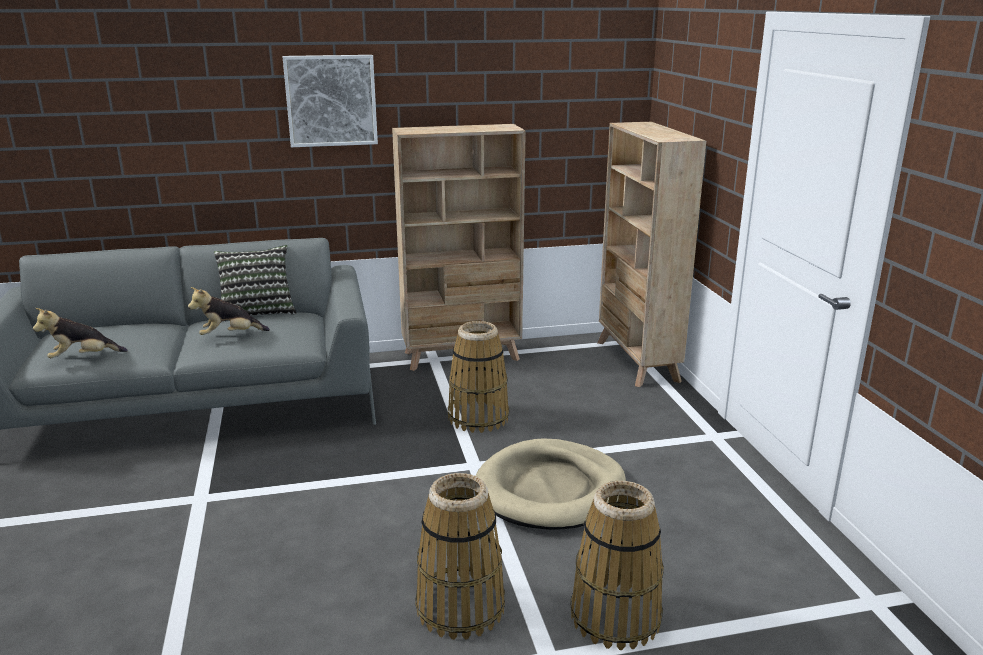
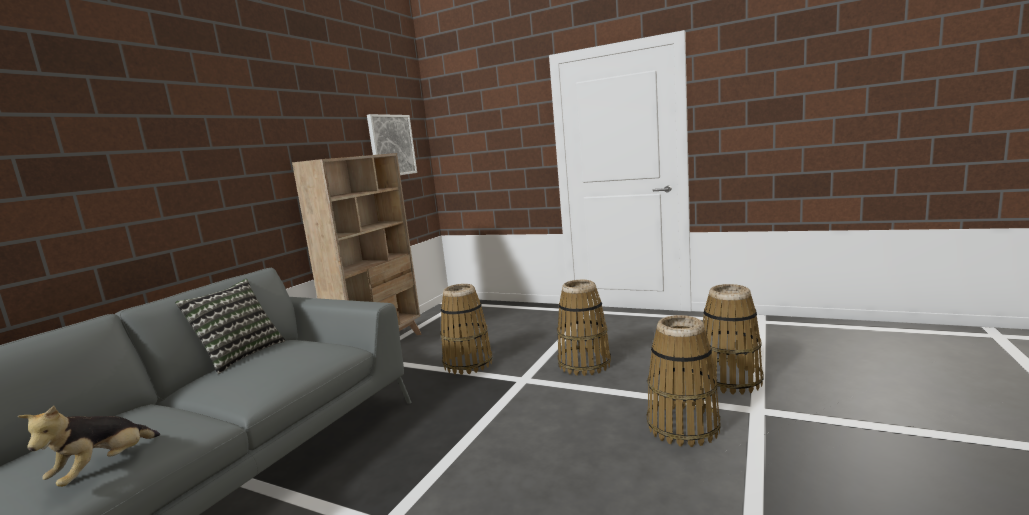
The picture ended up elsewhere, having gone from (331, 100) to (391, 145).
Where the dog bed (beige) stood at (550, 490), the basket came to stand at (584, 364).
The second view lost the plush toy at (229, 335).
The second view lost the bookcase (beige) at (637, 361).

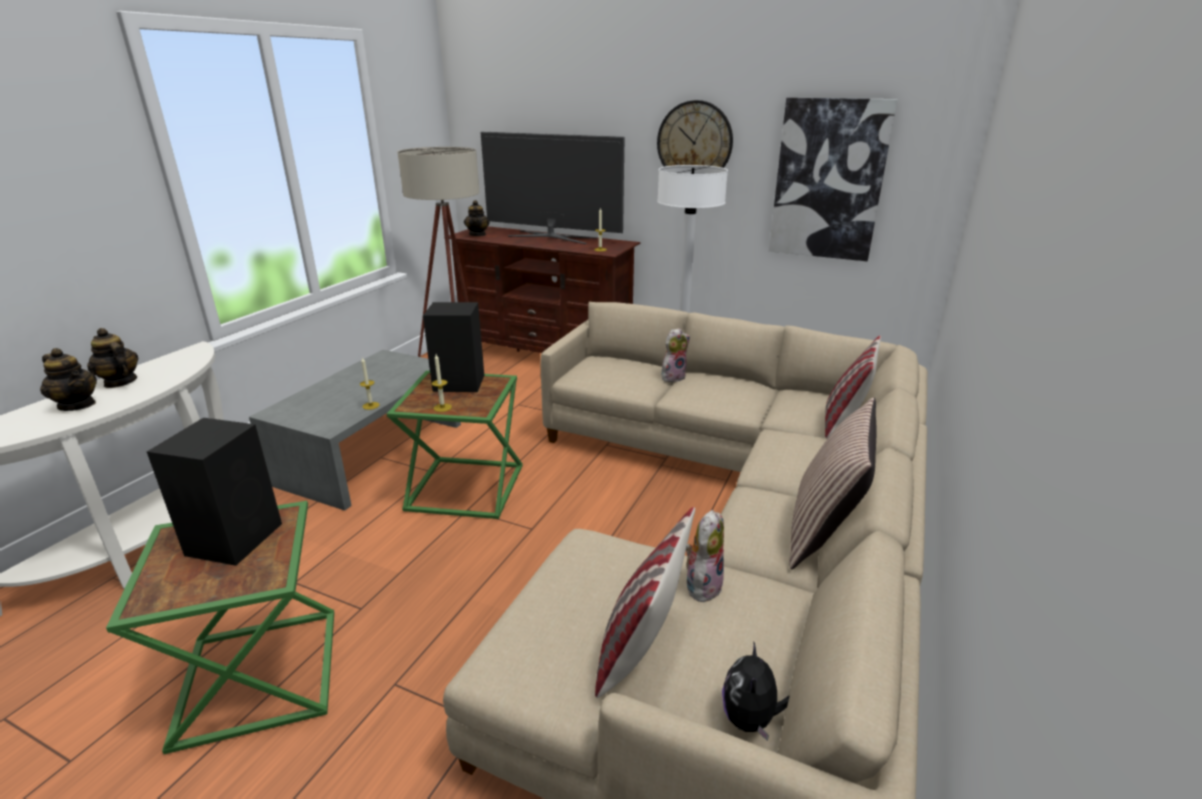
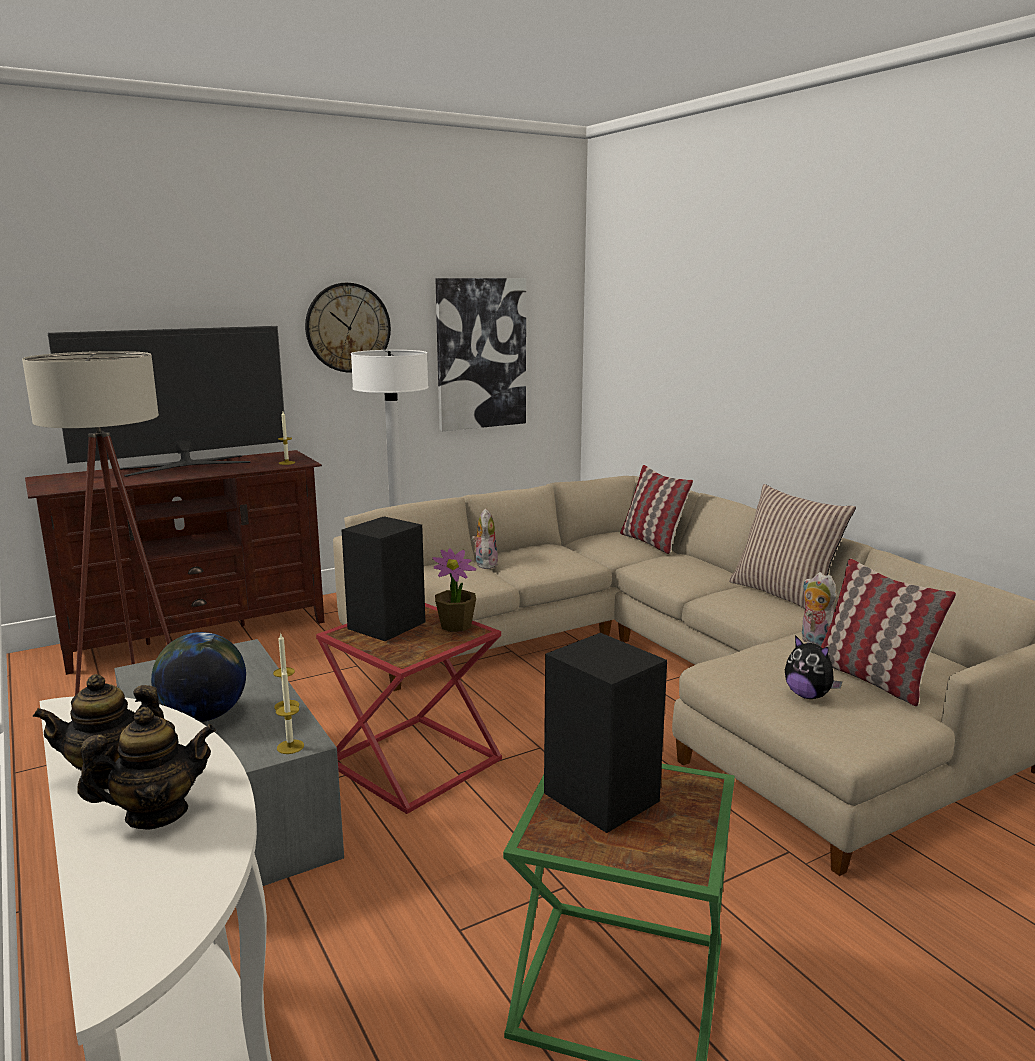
The second view gained the globe at (203, 716).
The candle ended up elsewhere, having gone from (442, 407) to (290, 747).
What was the side table (green) at (468, 487) turned into the side table (red) at (414, 761).
The second view gained the potted plant at (456, 625).
The plush toy ended up elsewhere, having gone from (750, 719) to (808, 695).
The second view lost the teapot at (478, 234).

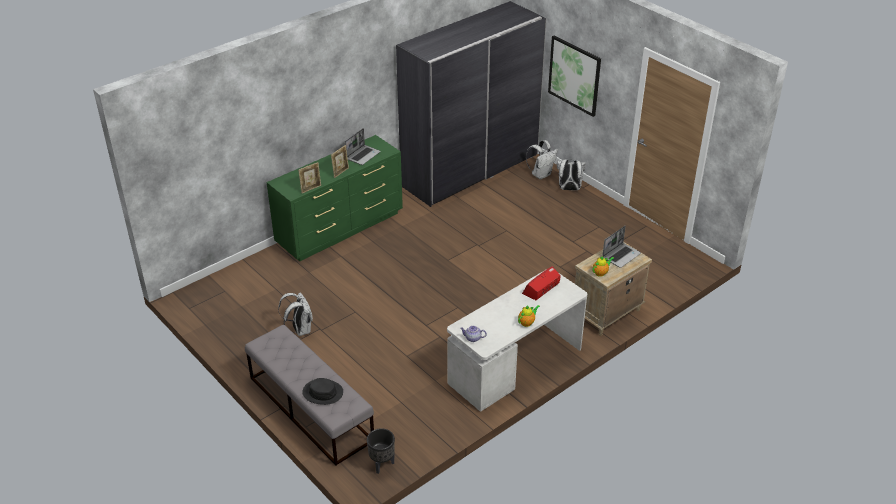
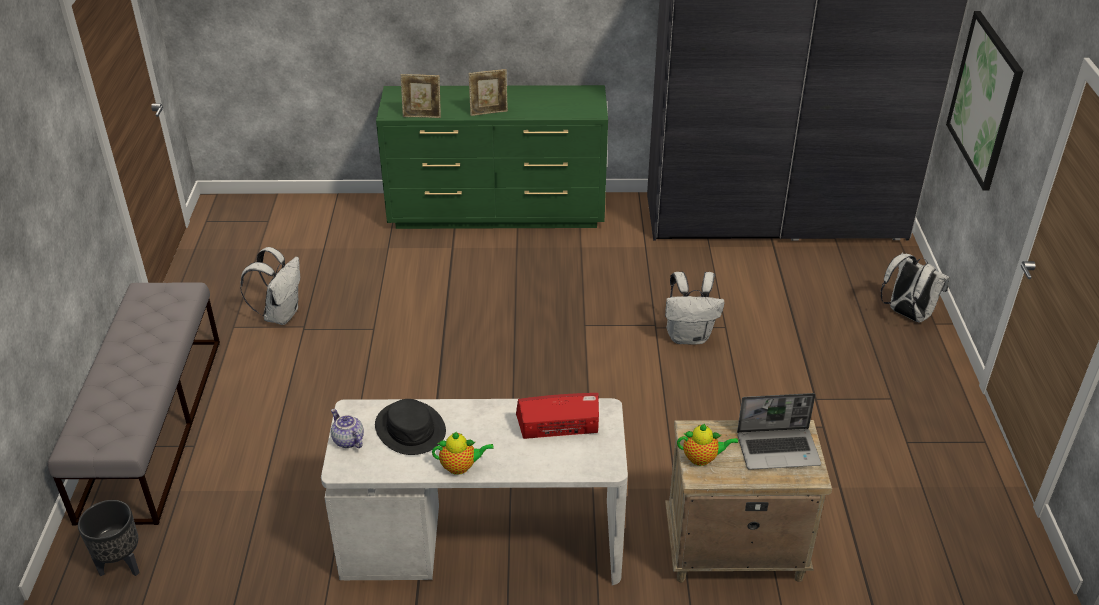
The hat (black) ended up elsewhere, having gone from (323, 392) to (410, 429).
The backpack (white) ended up elsewhere, having gone from (541, 174) to (689, 336).
The second view lost the laptop at (363, 155).

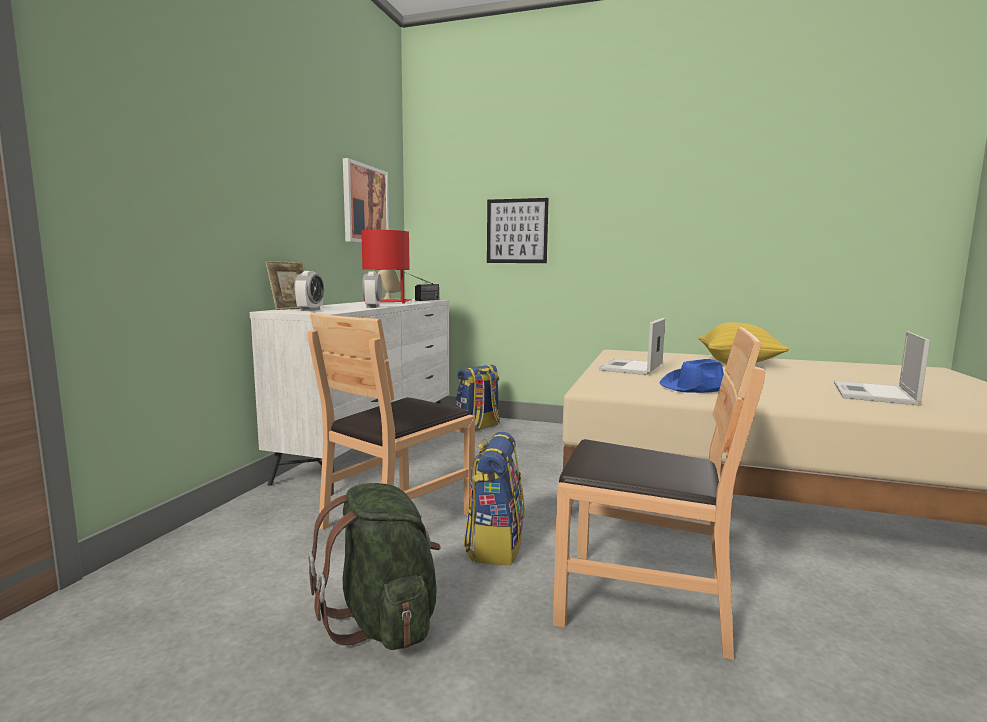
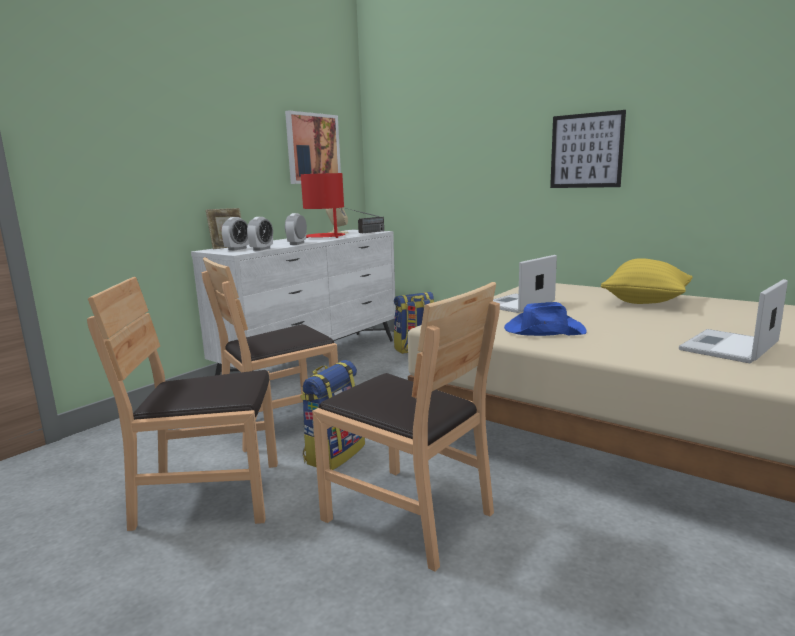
Where the backpack (green) stood at (384, 620), the chair (brown) came to stand at (210, 495).
The second view gained the alarm clock at (261, 249).
The picture ended up elsewhere, having gone from (517, 231) to (586, 151).

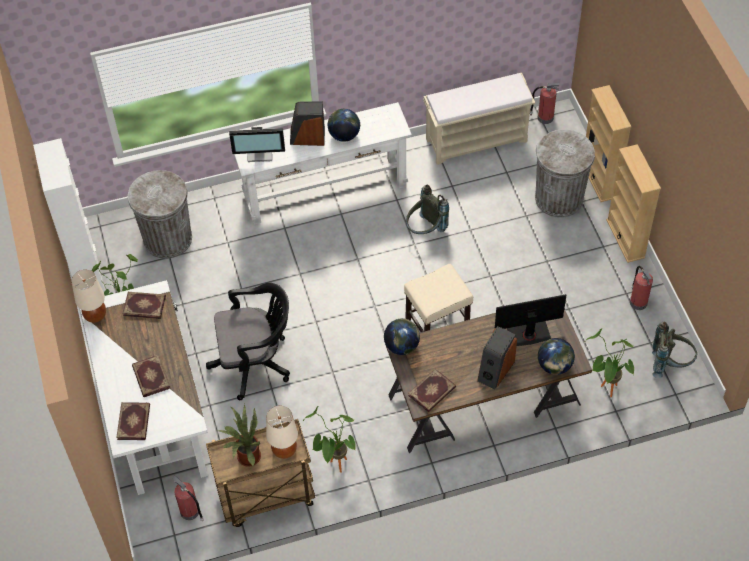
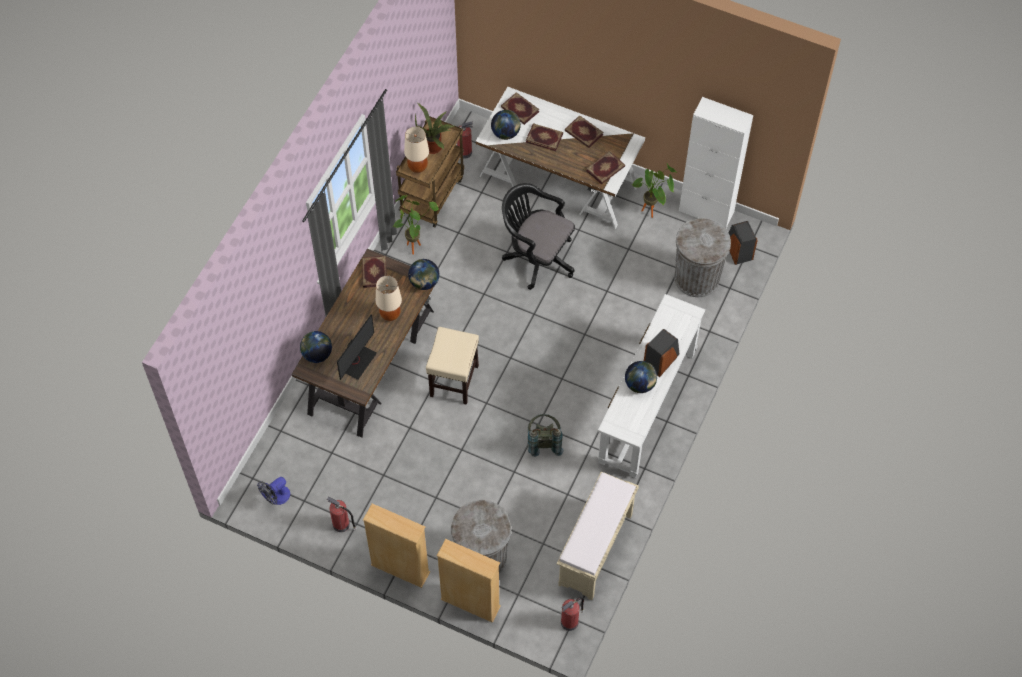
Where the backpack (grey) stood at (670, 363), the fan came to stand at (276, 497).
The table lamp (beige) ended up elsewhere, having gone from (95, 315) to (390, 314).
The second view gained the globe at (505, 133).
The office chair (black) at (255, 362) ended up facing another way, 90 degrees clockwise from before.
The second view gained the book at (583, 133).
The speaker ended up elsewhere, having gone from (495, 370) to (738, 250).
The second view lost the monitor at (260, 153).
The second view lost the potted plant at (605, 390).

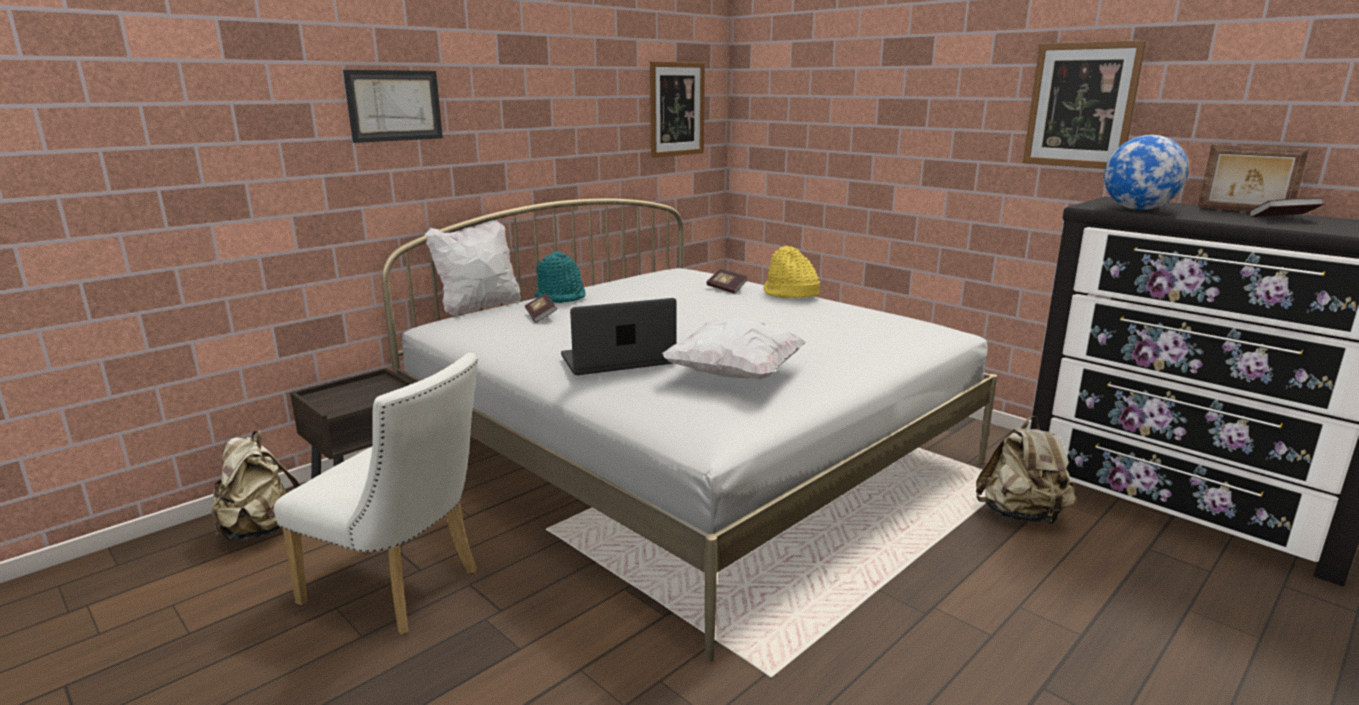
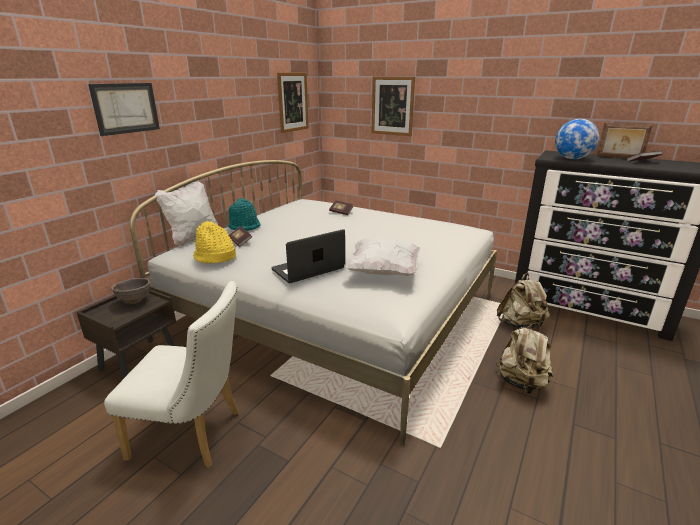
The second view gained the bowl (brown) at (135, 302).
The hat (yellow) ended up elsewhere, having gone from (790, 293) to (214, 257).
The picture ended up elsewhere, having gone from (1081, 105) to (392, 106).
The backpack (beige) ended up elsewhere, having gone from (261, 530) to (521, 383).

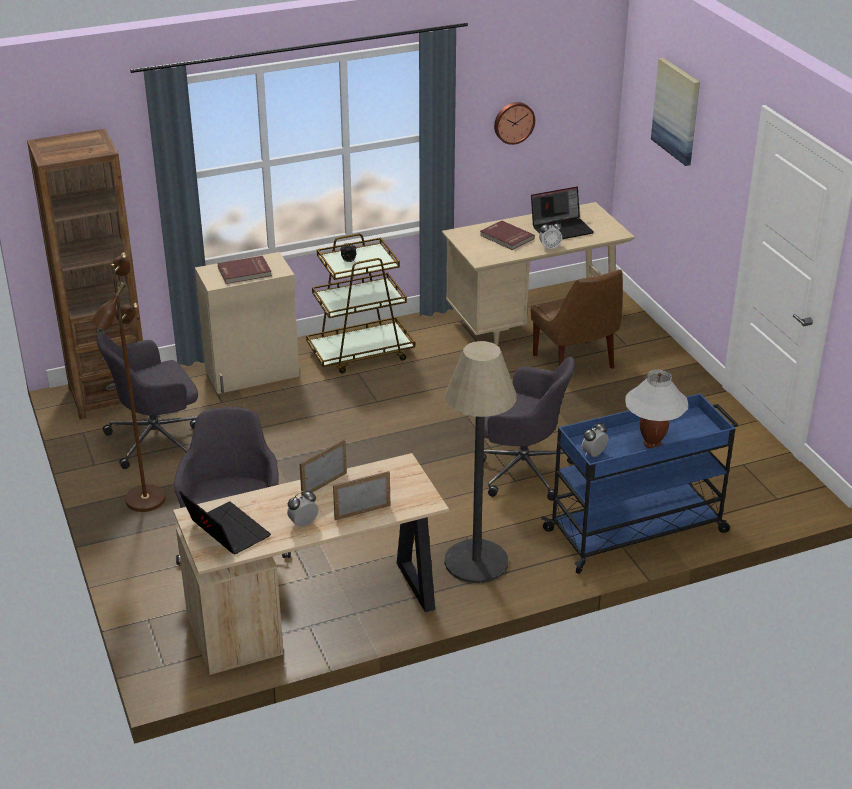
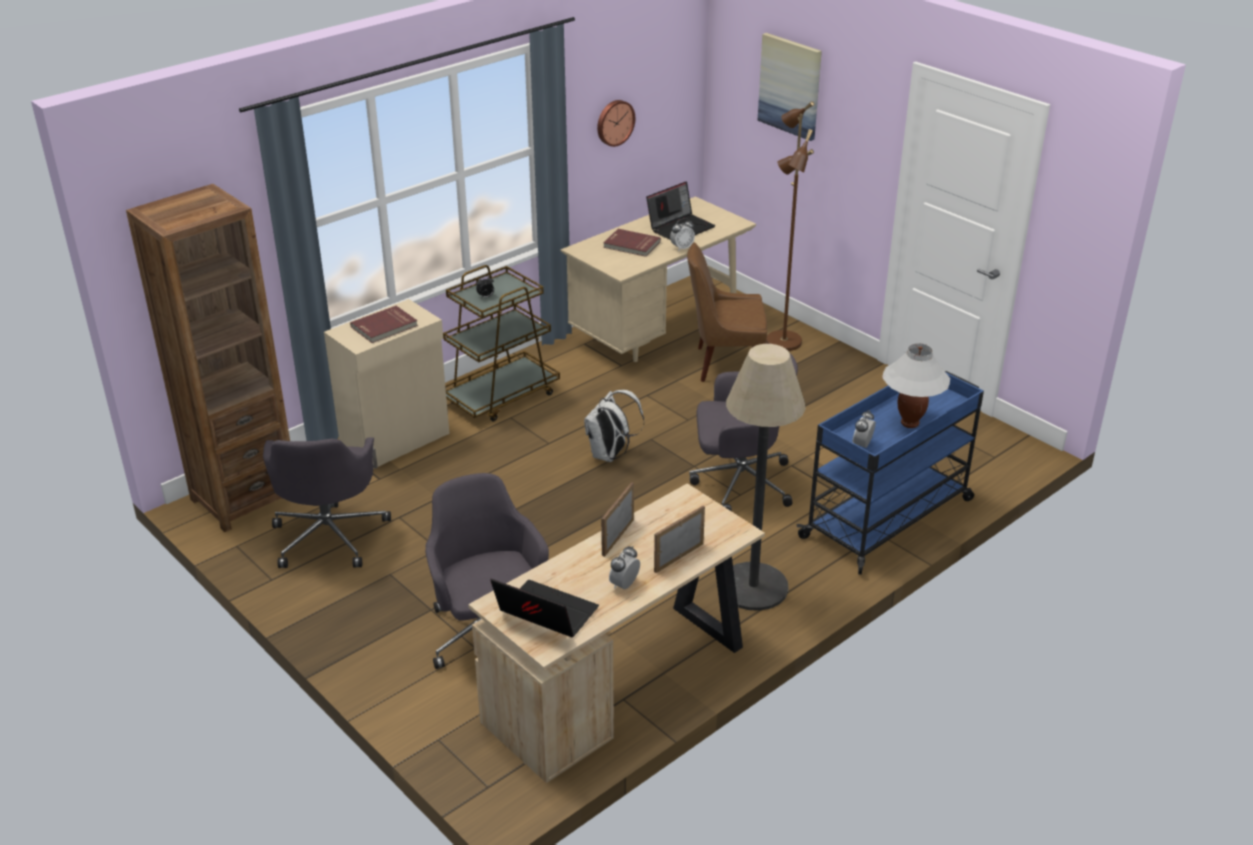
The office chair (grey) at (157, 439) ended up facing another way, 45 degrees counterclockwise from before.
The second view gained the backpack (white) at (610, 455).
The chair (brown) at (575, 363) ended up facing another way, 135 degrees clockwise from before.
The floor lamp (brown) ended up elsewhere, having gone from (144, 499) to (782, 342).

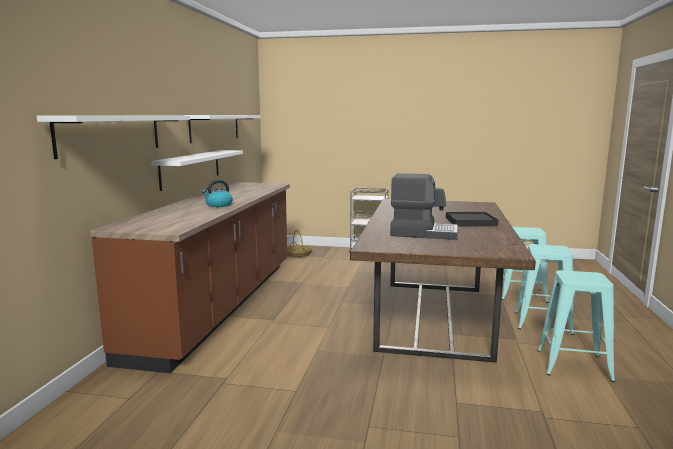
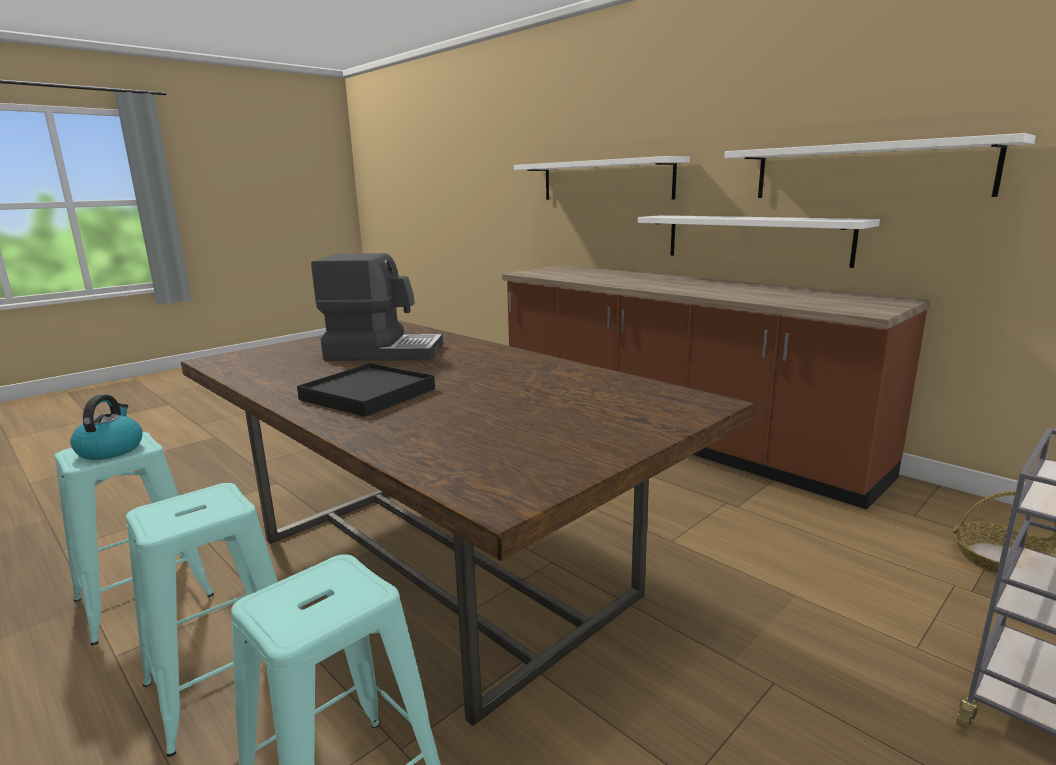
The kettle ended up elsewhere, having gone from (218, 205) to (111, 449).
The coffee machine at (423, 233) ended up facing another way, 135 degrees counterclockwise from before.

